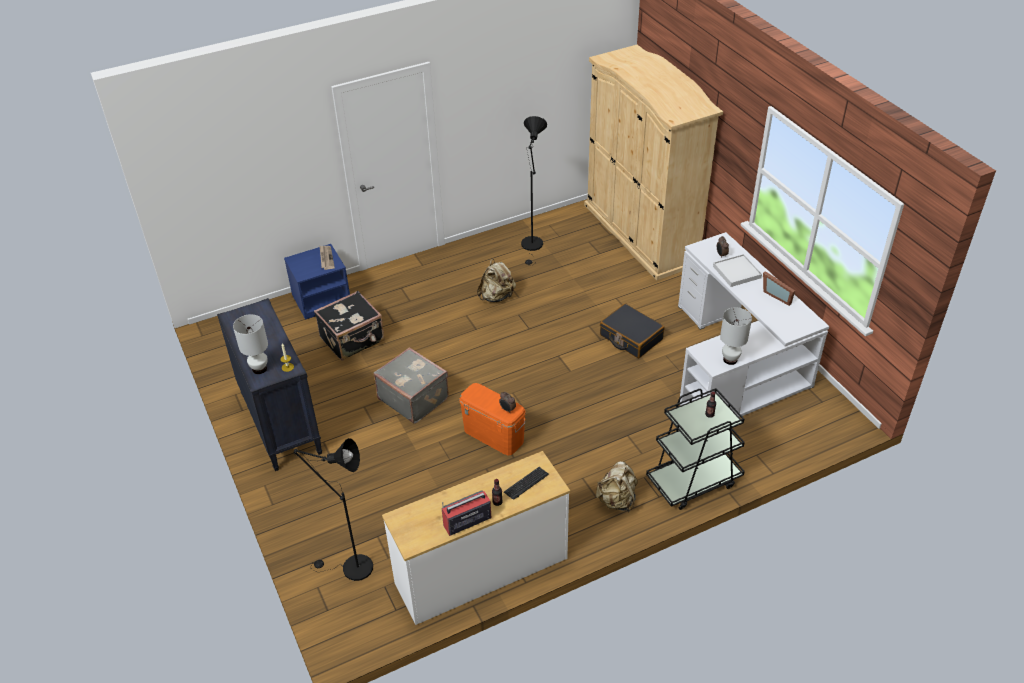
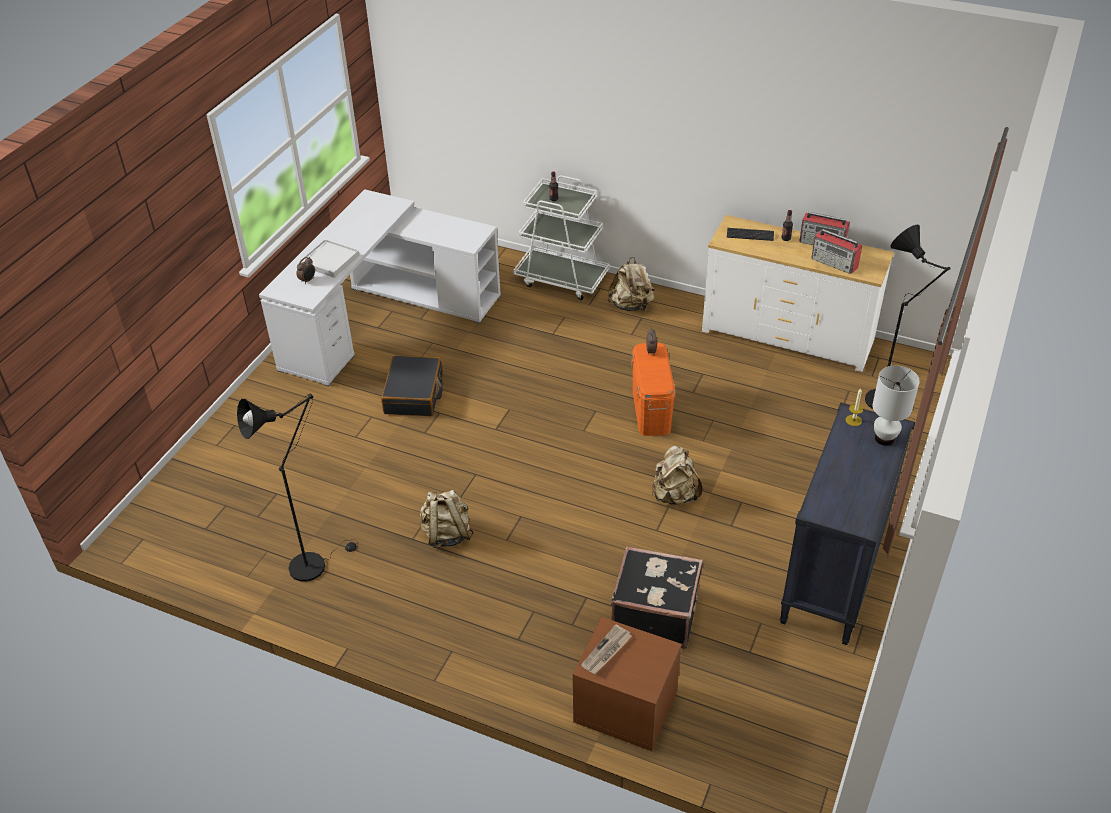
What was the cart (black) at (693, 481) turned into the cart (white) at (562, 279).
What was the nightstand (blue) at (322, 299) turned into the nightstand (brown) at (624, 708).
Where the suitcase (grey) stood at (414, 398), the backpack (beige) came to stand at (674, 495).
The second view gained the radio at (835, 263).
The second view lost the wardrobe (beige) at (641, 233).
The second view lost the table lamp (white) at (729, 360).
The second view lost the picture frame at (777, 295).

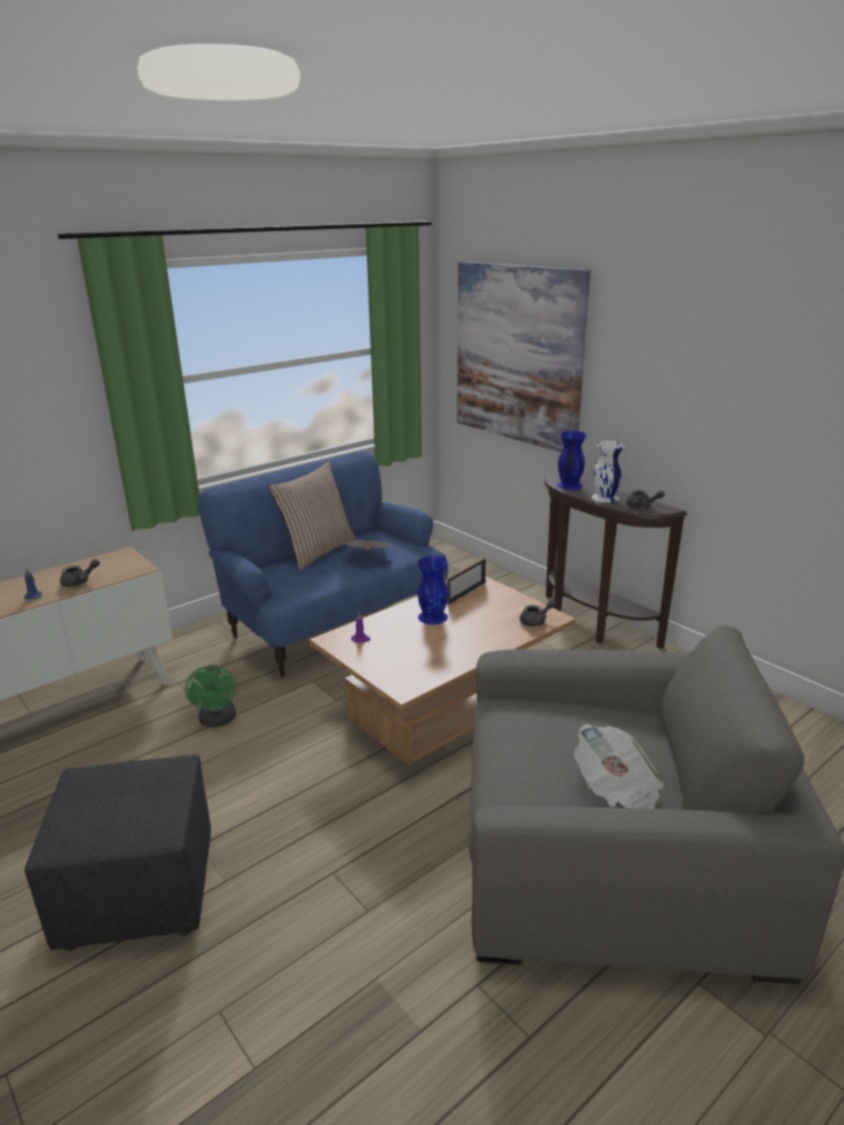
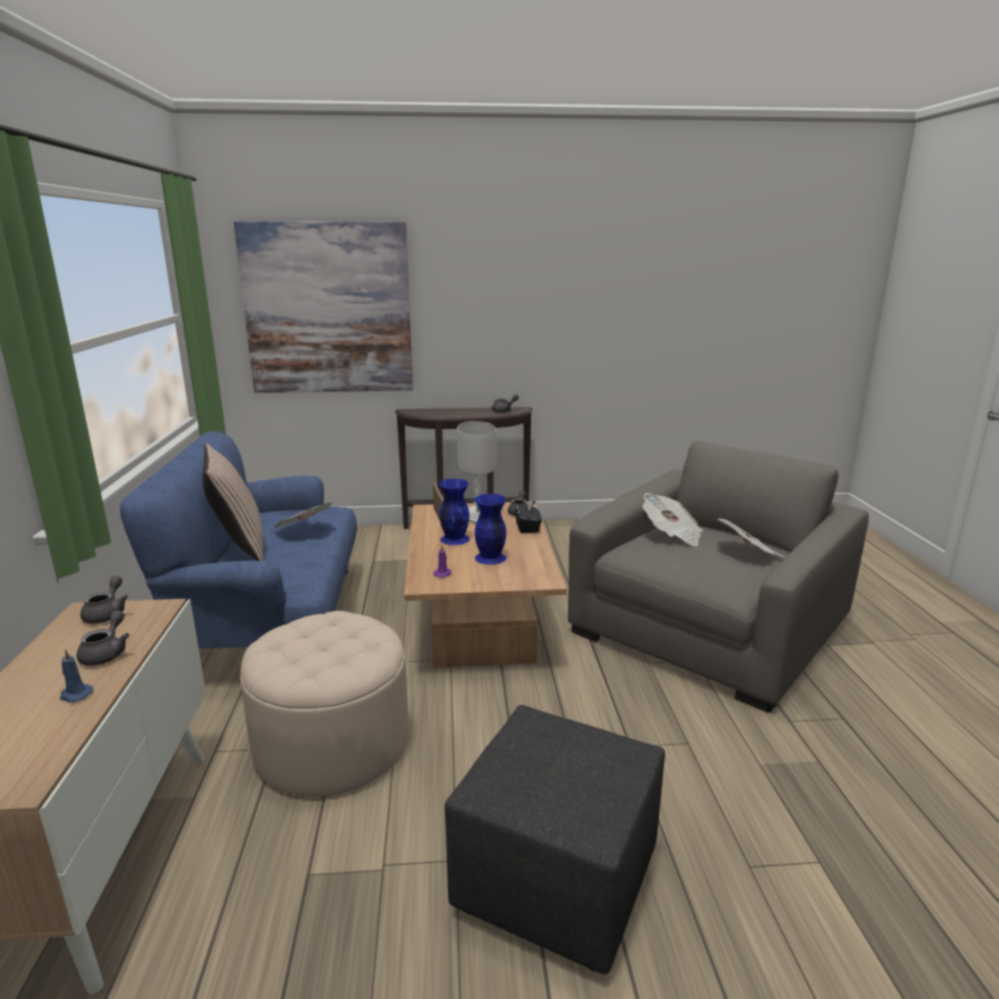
The second view gained the teapot (grey) at (107, 613).
Where the fan (green) stood at (217, 721), the ottoman (beige) came to stand at (332, 744).
The second view gained the table lamp (white) at (477, 517).
The vase (blue) ended up elsewhere, having gone from (569, 485) to (490, 558).
The second view gained the tissue box (black) at (527, 527).
The second view gained the newspaper at (671, 535).
The second view lost the vase (white) at (605, 497).

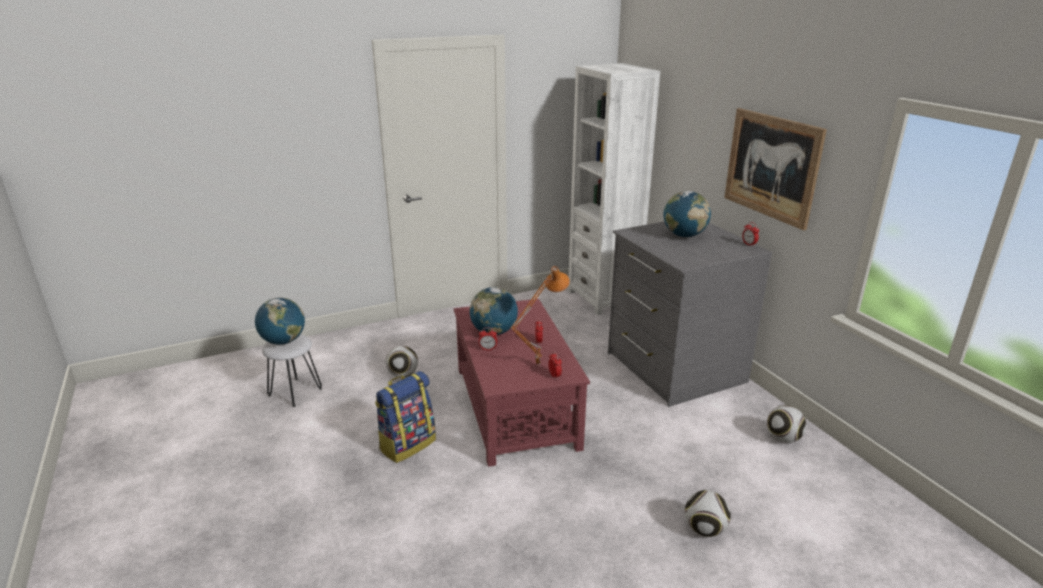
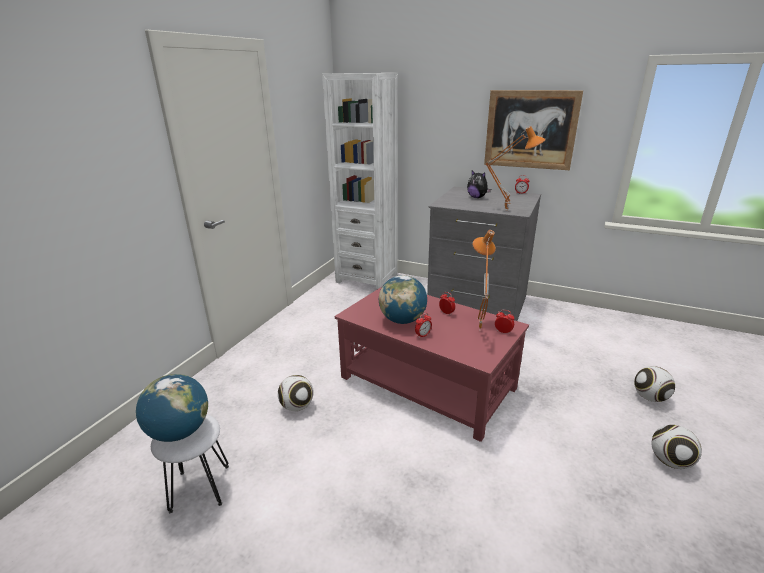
Where the globe stood at (684, 235), the plush toy came to stand at (477, 197).
The second view gained the table lamp (orange) at (507, 210).
The football ended up elsewhere, having gone from (783, 438) to (670, 461).
The second view lost the backpack at (407, 444).

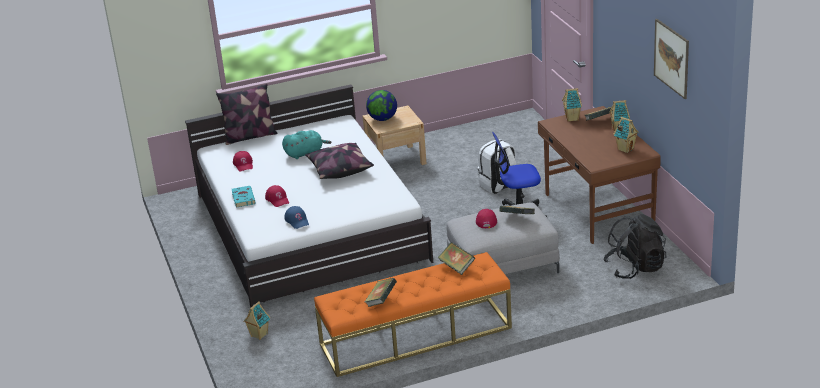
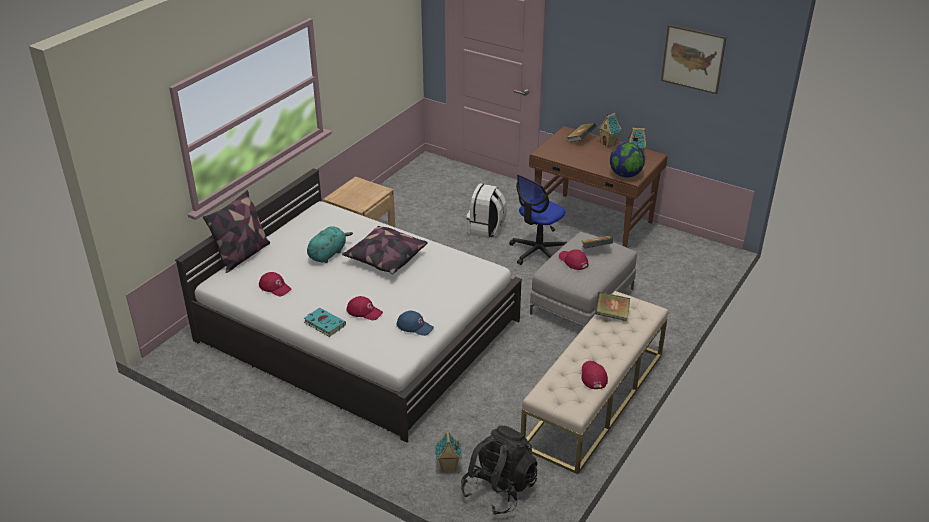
The backpack (black) ended up elsewhere, having gone from (635, 268) to (499, 489).
What was the bench (orange) at (415, 336) turned into the bench (beige) at (594, 399).
Where the book stood at (381, 301), the cap (red) came to stand at (593, 376).
The globe ended up elsewhere, having gone from (382, 119) to (625, 175).
The second view lost the toy house at (572, 118).

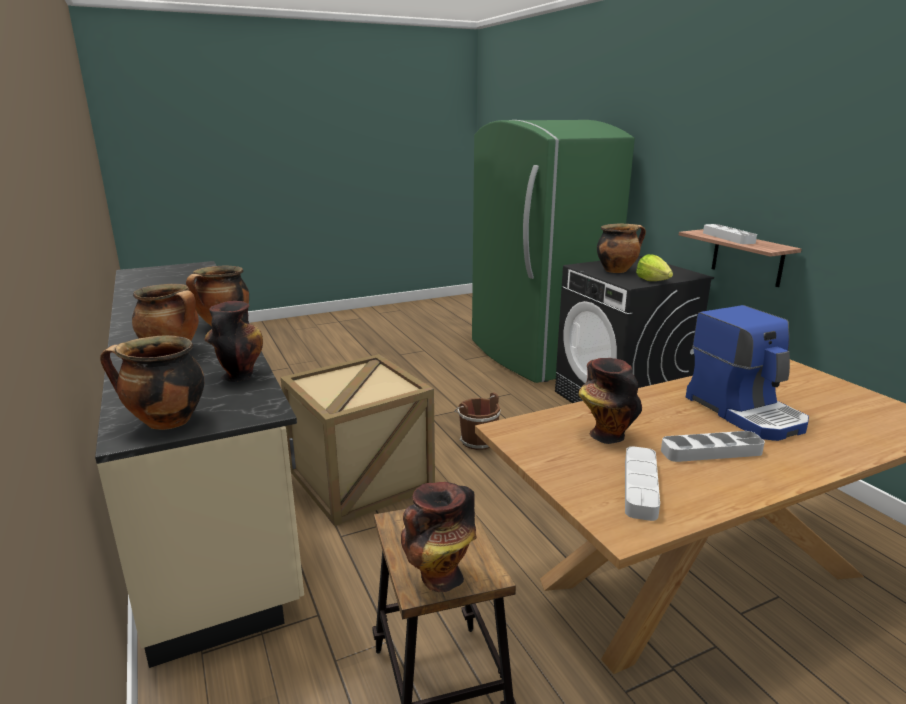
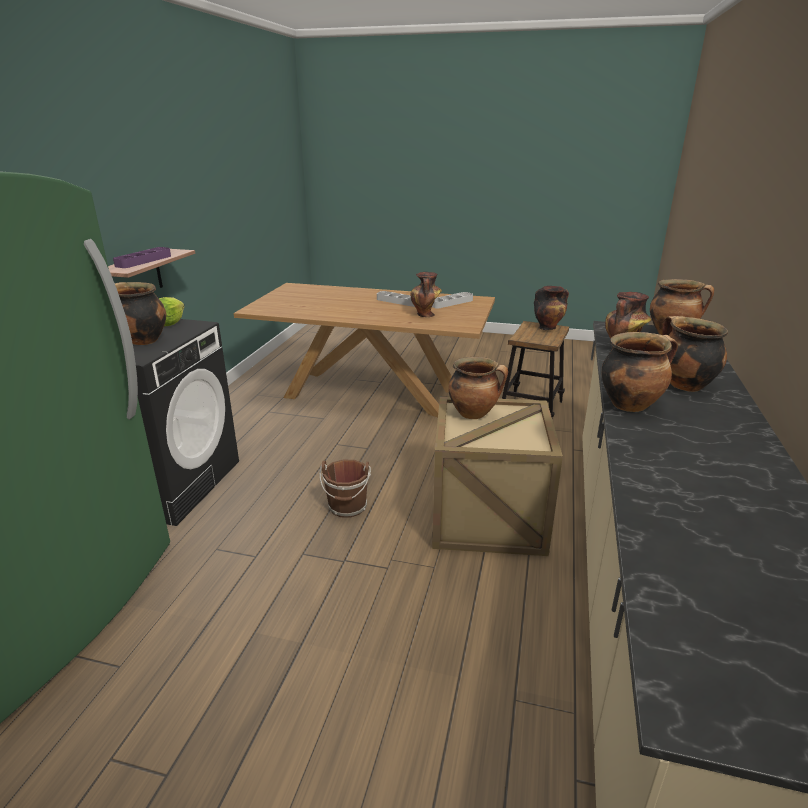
What was the tray (grey) at (728, 237) turned into the tray (purple) at (144, 261).
The second view gained the cooking pot at (474, 414).
The second view lost the coffee machine at (745, 412).

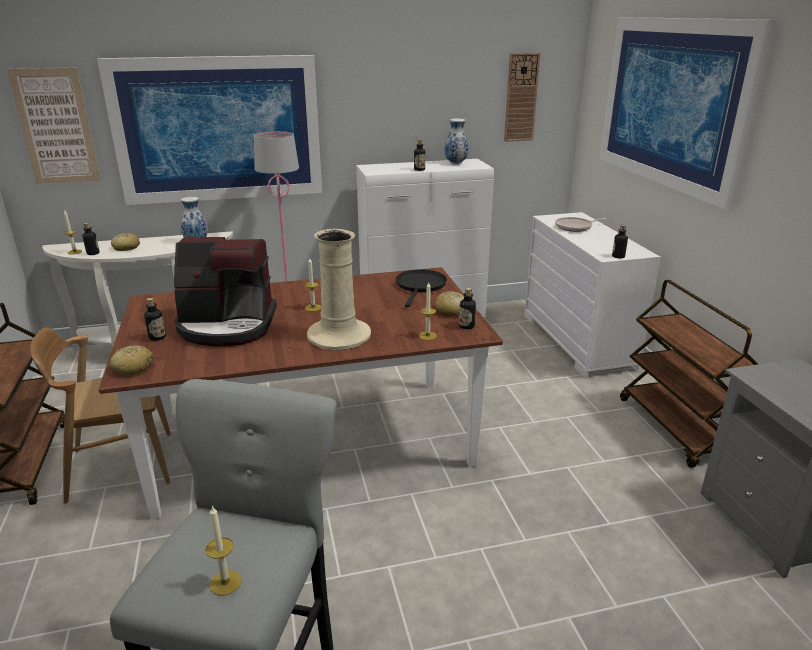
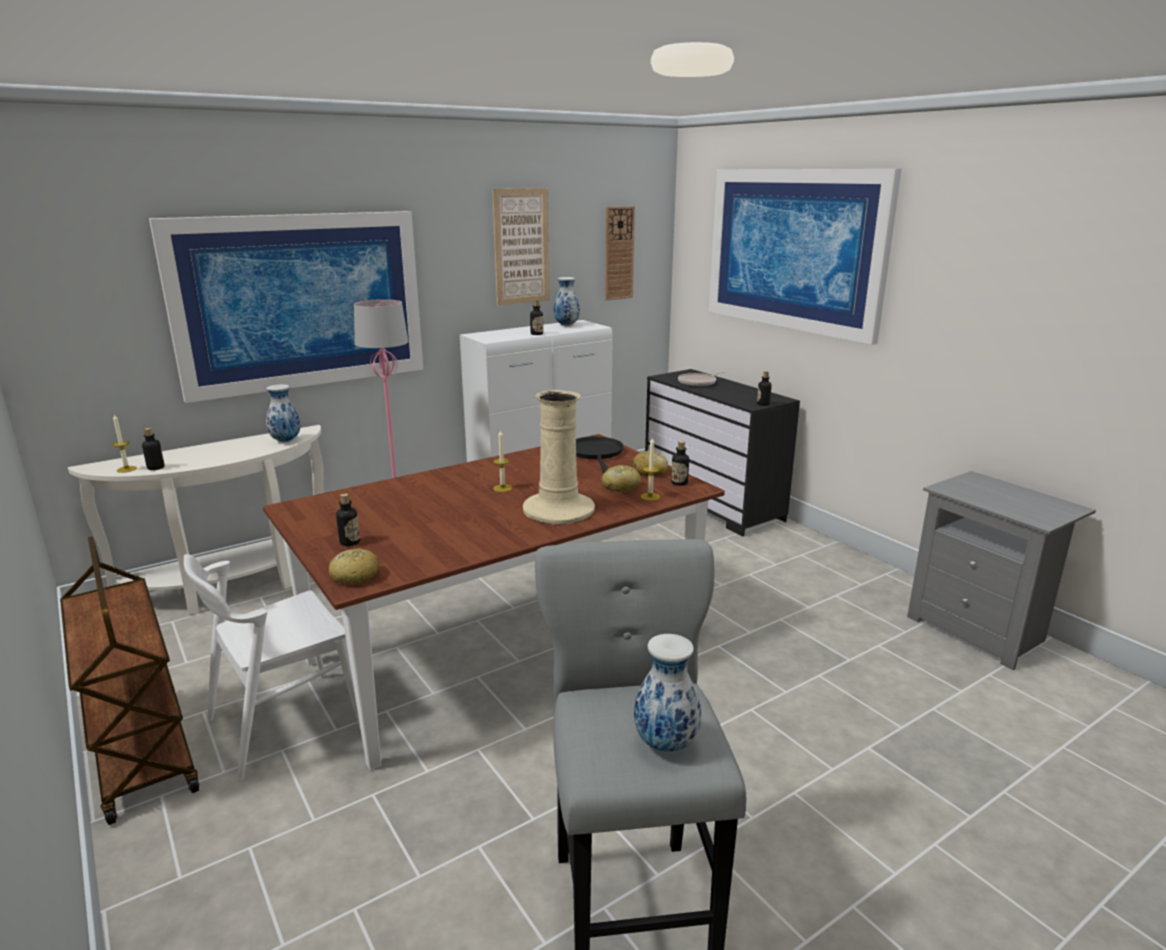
What was the chair (brown) at (120, 466) turned into the chair (white) at (284, 723).
The picture ended up elsewhere, having gone from (56, 127) to (521, 247).
The bread ended up elsewhere, having gone from (126, 247) to (620, 486).
Where the candle stood at (225, 582), the vase came to stand at (667, 743).
What was the dresser (white) at (578, 341) turned into the dresser (black) at (712, 503).
The second view lost the coffee machine at (227, 326).
The second view lost the cart (brown) at (676, 428).

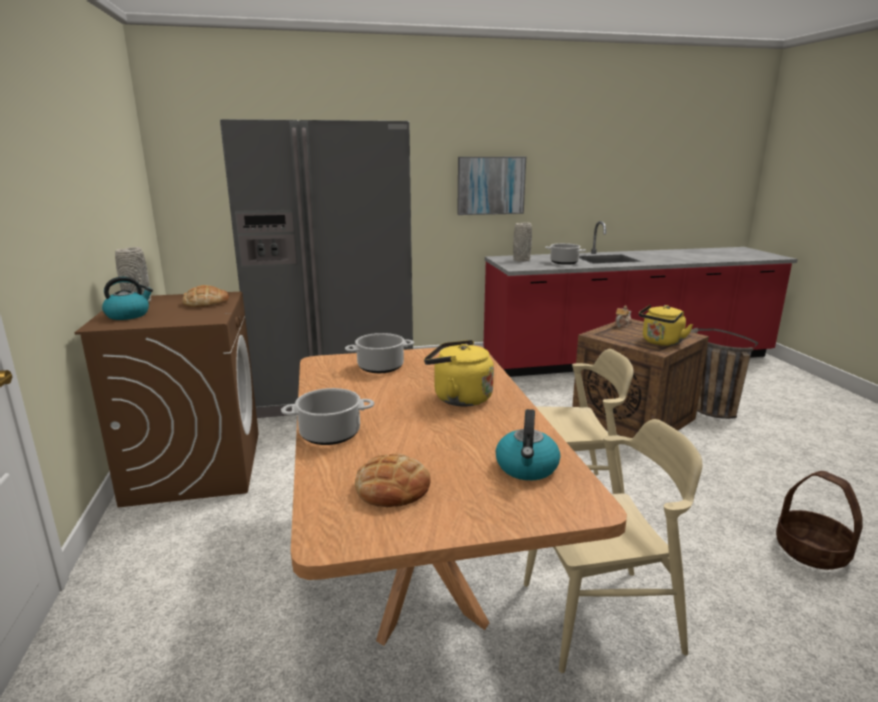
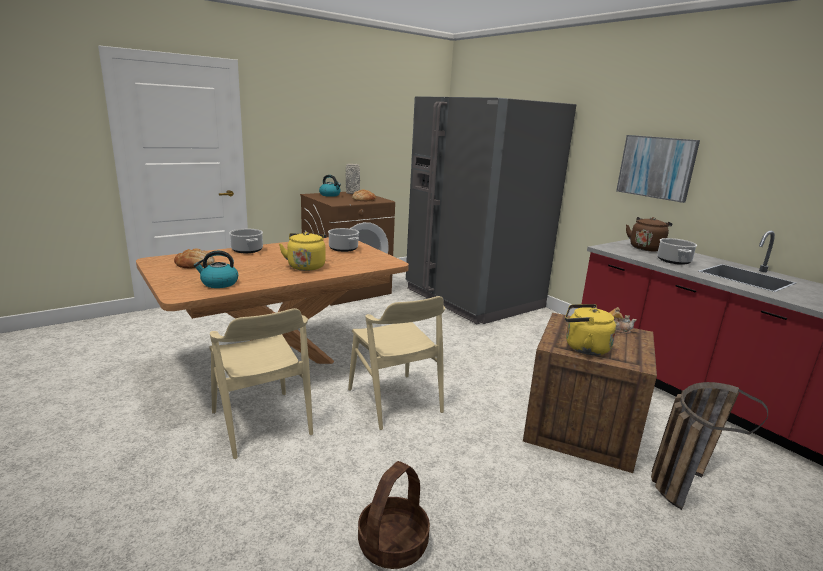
Where the vase (grey) stood at (521, 260), the kettle (brown) came to stand at (646, 248).

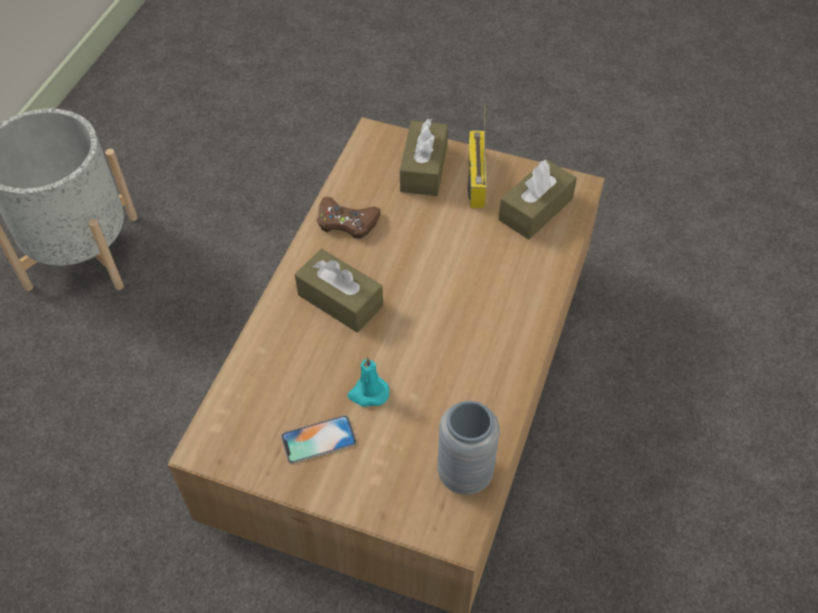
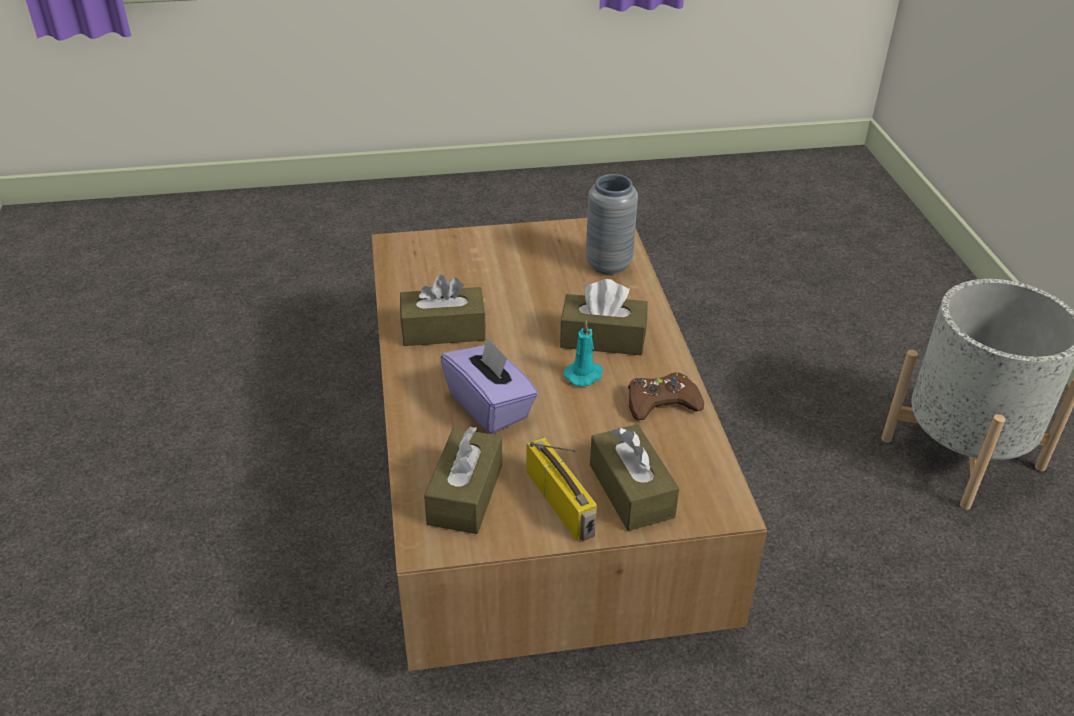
The second view gained the tissue box (brown) at (443, 330).
The second view gained the tissue box (purple) at (490, 406).
The candle (turquoise) ended up elsewhere, having gone from (368, 393) to (584, 375).
The vase (grey) ended up elsewhere, having gone from (465, 474) to (608, 264).
The second view lost the phone at (318, 439).

